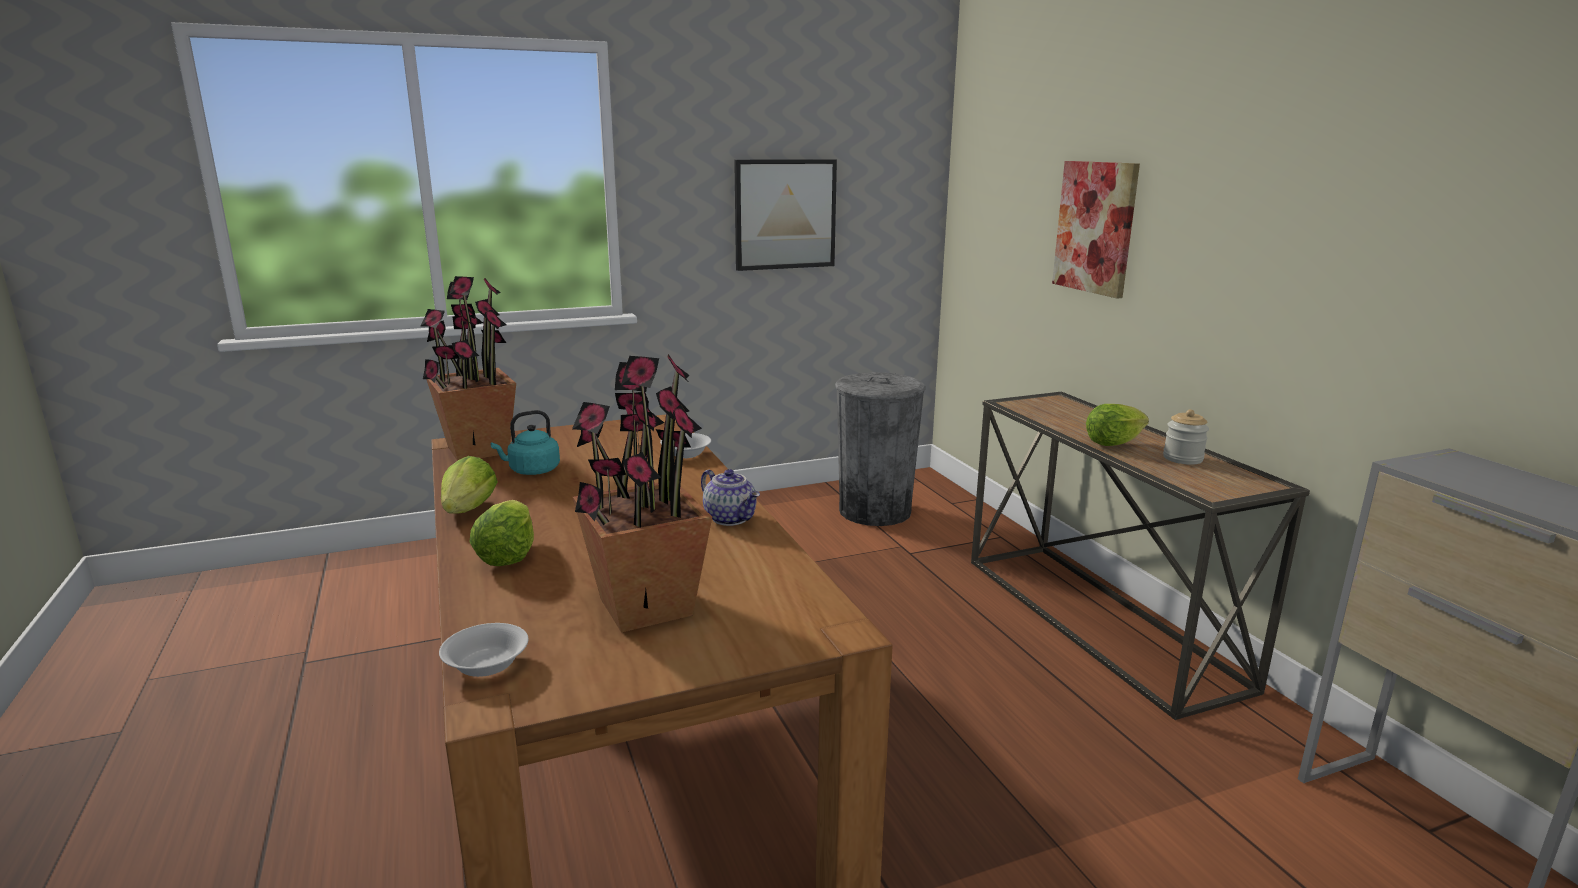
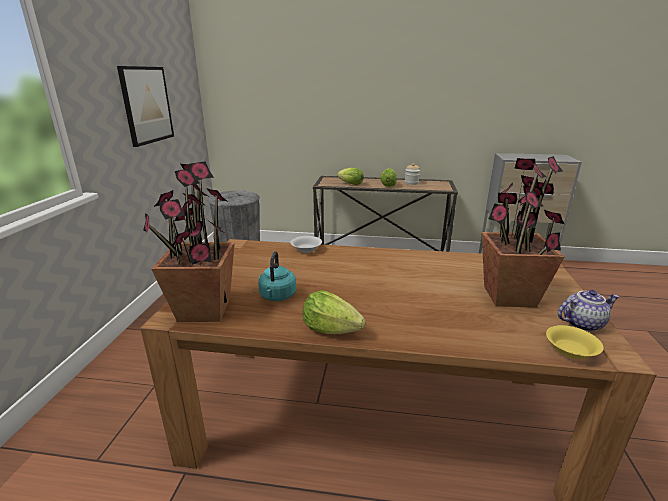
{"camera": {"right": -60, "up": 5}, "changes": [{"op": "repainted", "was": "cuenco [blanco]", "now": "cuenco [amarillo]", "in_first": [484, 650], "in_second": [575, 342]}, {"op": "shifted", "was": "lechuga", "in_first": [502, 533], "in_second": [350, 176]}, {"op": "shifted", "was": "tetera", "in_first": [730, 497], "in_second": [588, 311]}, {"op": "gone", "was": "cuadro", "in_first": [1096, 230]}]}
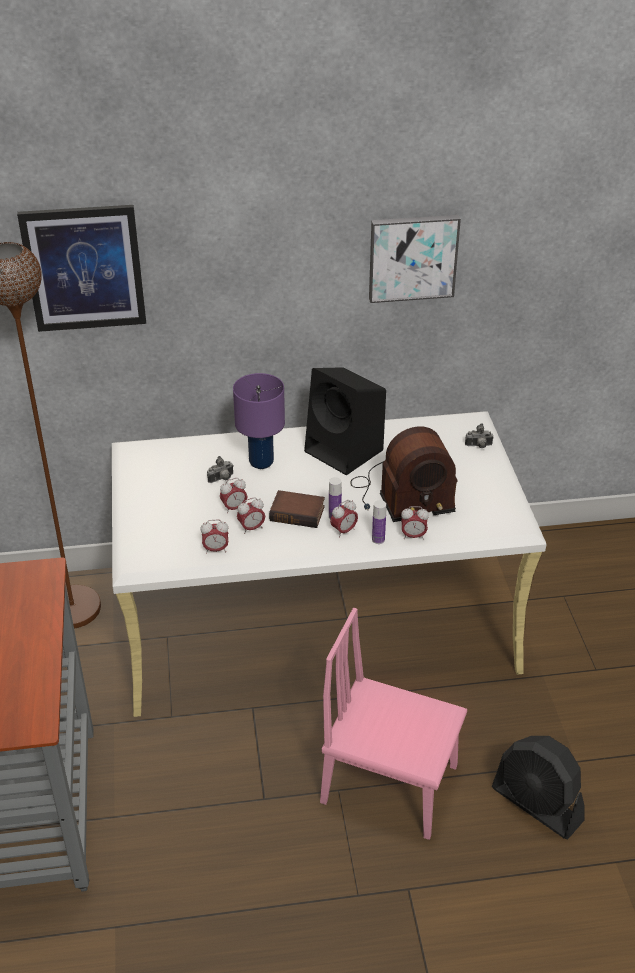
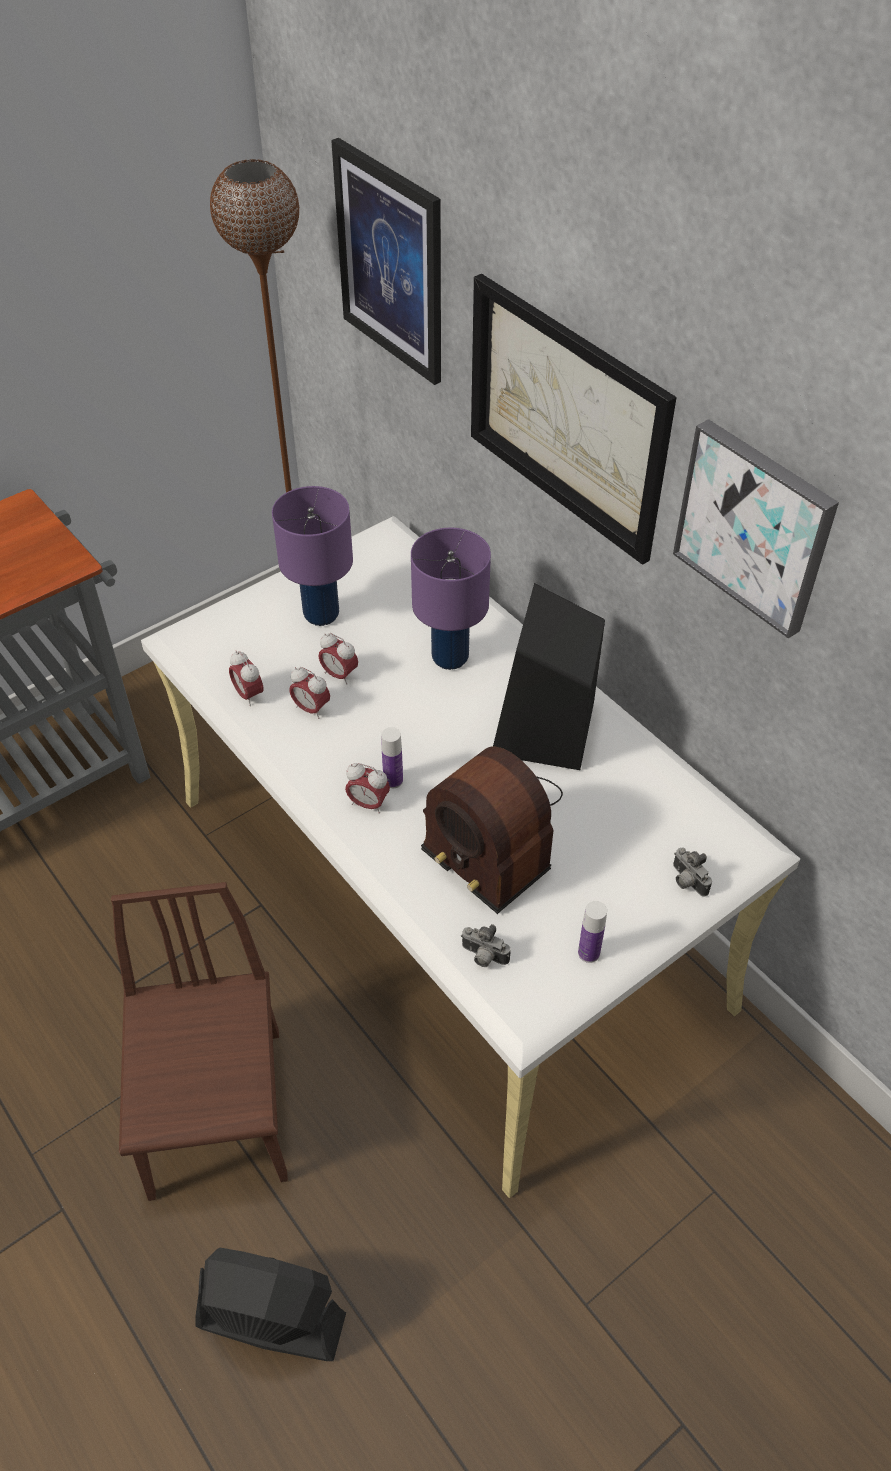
{"camera": {"right": 60, "up": 10}, "changes": [{"op": "shifted", "was": "cámara", "in_first": [220, 469], "in_second": [486, 945]}, {"op": "gone", "was": "libro", "in_first": [297, 509]}, {"op": "repainted", "was": "silla [rosa]", "now": "silla [marrón]", "in_first": [393, 724], "in_second": [199, 1041]}, {"op": "shifted", "was": "botella", "in_first": [379, 522], "in_second": [592, 932]}, {"op": "gone", "was": "despertador", "in_first": [415, 523]}, {"op": "rotated", "was": "ventilador [negro]", "in_first": [538, 787], "in_second": [270, 1304], "clockwise": 90}, {"op": "new", "now": "lámpara de mesa [morado]", "in_second": [312, 556]}, {"op": "new", "now": "cuadro", "in_second": [574, 419]}]}
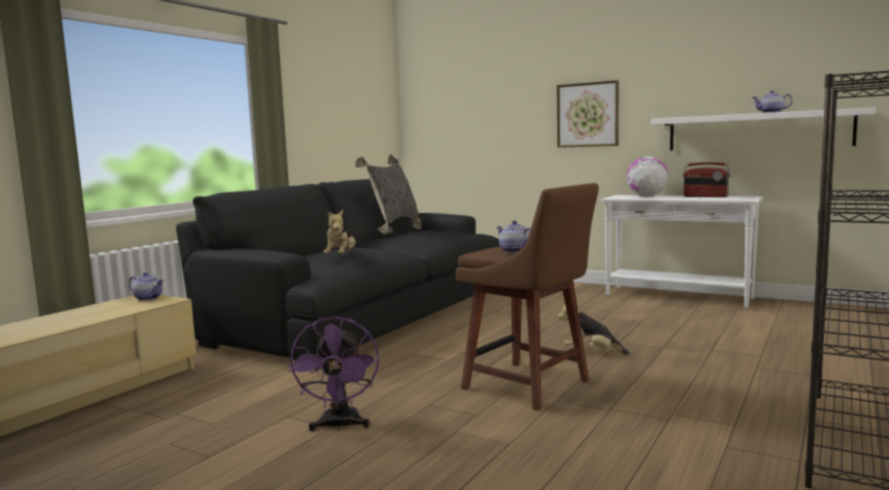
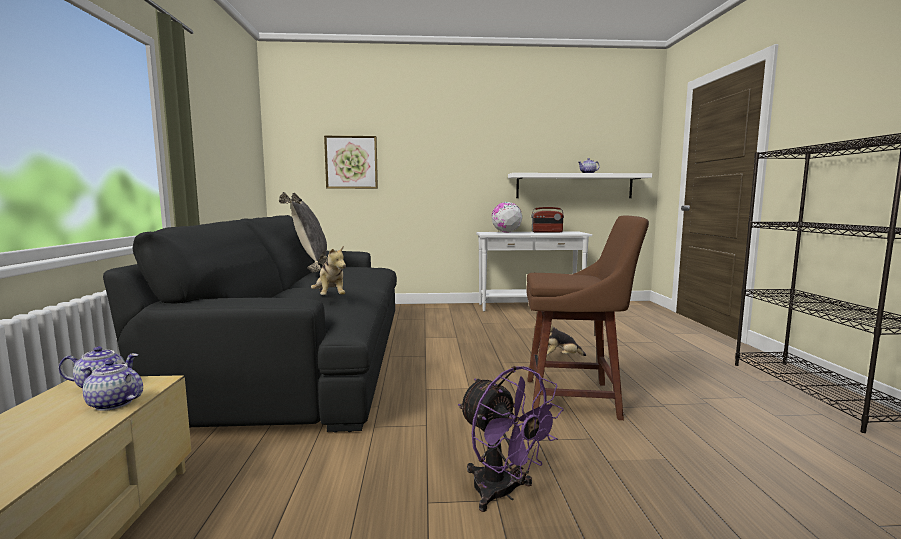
{"camera": {"right": -35, "up": 0}, "changes": [{"op": "shifted", "was": "tetera", "in_first": [513, 237], "in_second": [111, 385]}, {"op": "shifted", "was": "cuadro", "in_first": [588, 114], "in_second": [351, 162]}]}
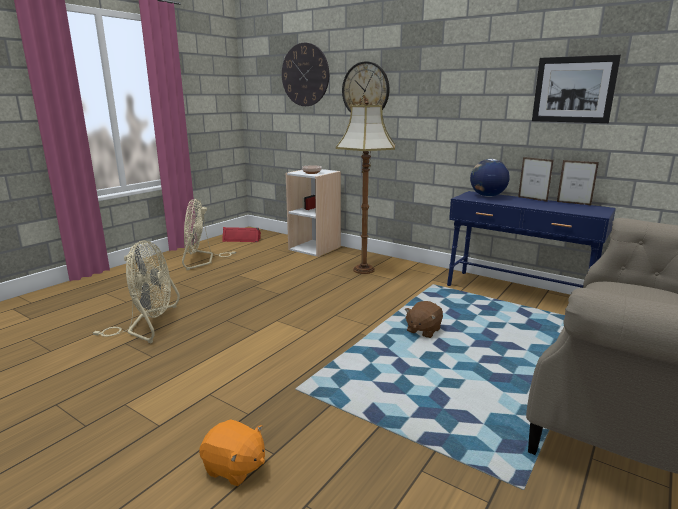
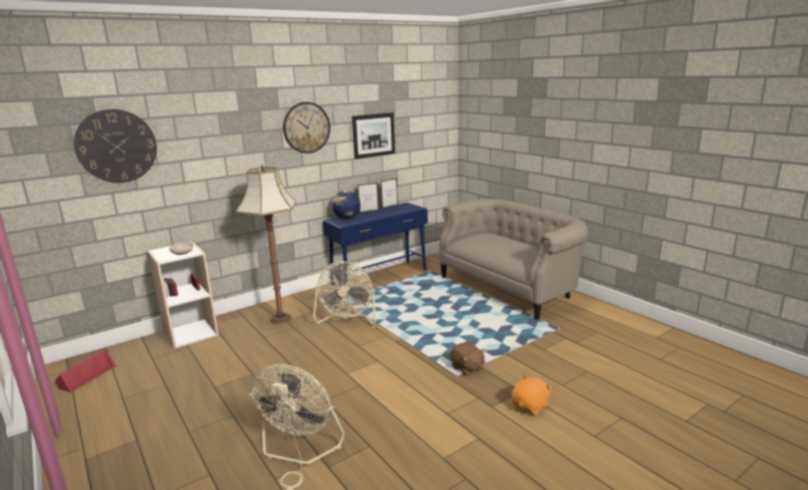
{"camera": {"right": -70, "up": 0}, "changes": [{"op": "shifted", "was": "ventilador [beis]", "in_first": [209, 235], "in_second": [344, 294]}, {"op": "shifted", "was": "reloj de pared", "in_first": [366, 87], "in_second": [306, 127]}, {"op": "shifted", "was": "peluche [marrón]", "in_first": [424, 319], "in_second": [467, 359]}]}
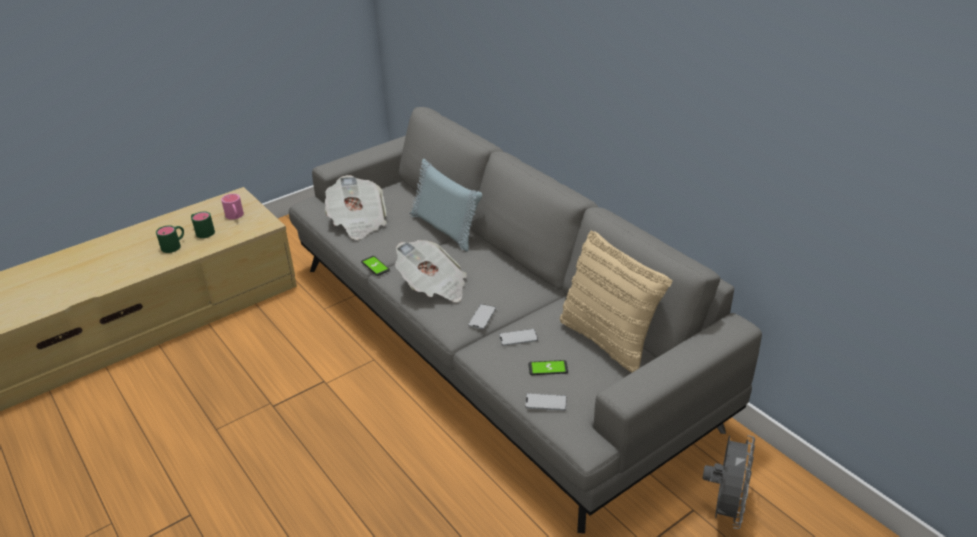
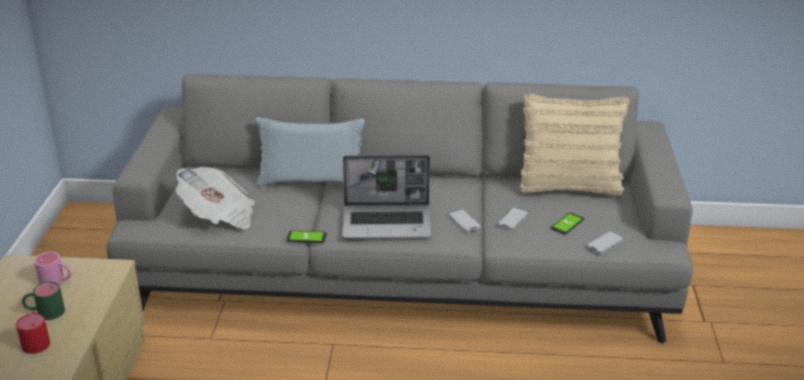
{"camera": {"right": -50, "up": -5}, "changes": [{"op": "repainted", "was": "taza grande [verde]", "now": "taza grande [rojo]", "in_first": [170, 239], "in_second": [33, 333]}, {"op": "swapped", "was": "periódico", "now": "portátil", "in_first": [431, 271], "in_second": [387, 196]}, {"op": "gone", "was": "ventilador [gris]", "in_first": [729, 482]}]}
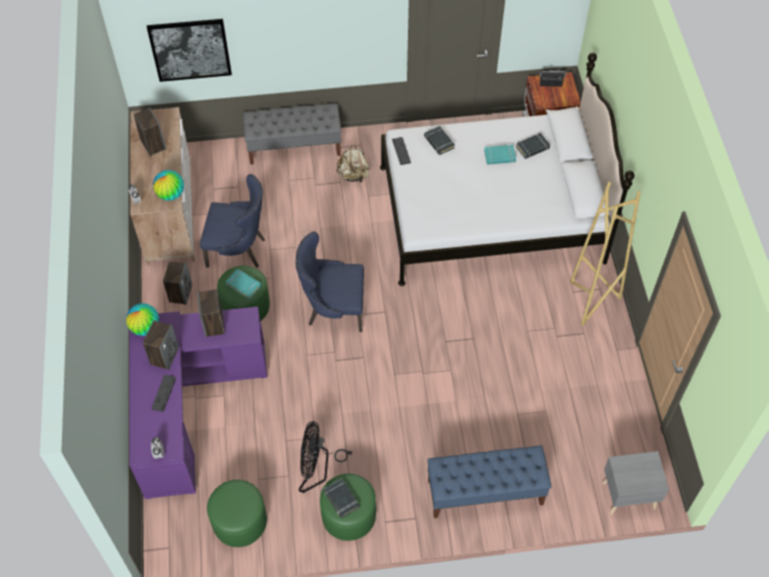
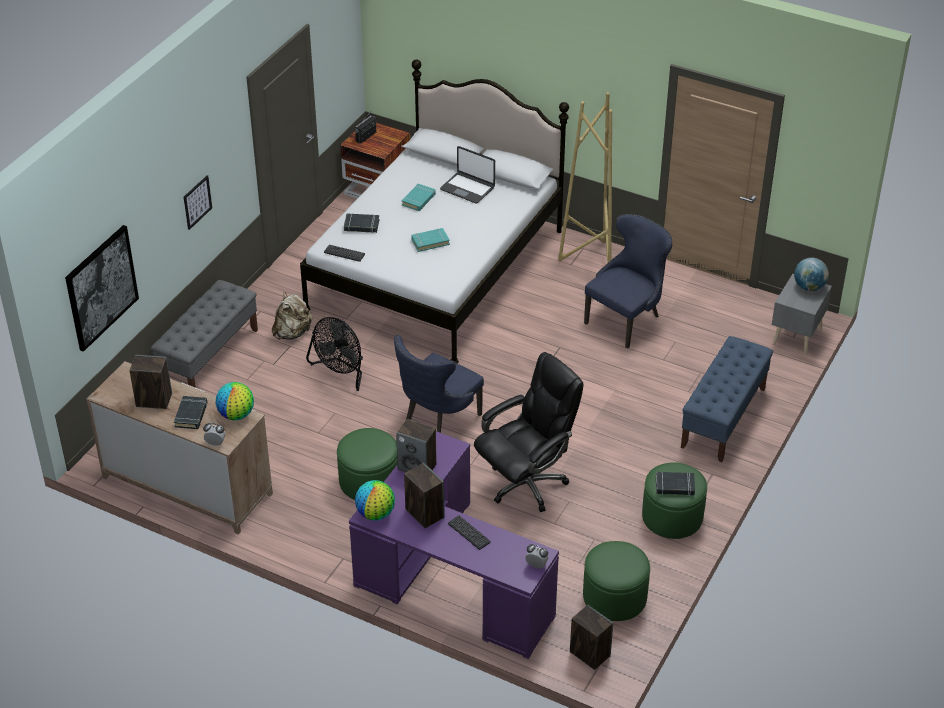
{"camera": {"right": -55, "up": -15}, "changes": [{"op": "shifted", "was": "altavoz", "in_first": [177, 283], "in_second": [591, 637]}, {"op": "shifted", "was": "silla [azul]", "in_first": [232, 221], "in_second": [628, 281]}, {"op": "shifted", "was": "libro [turquesa]", "in_first": [243, 284], "in_second": [430, 240]}, {"op": "shifted", "was": "ventilador [negro]", "in_first": [325, 457], "in_second": [334, 354]}, {"op": "shifted", "was": "libro [negro]", "in_first": [533, 146], "in_second": [190, 412]}, {"op": "new", "now": "cuadro", "in_second": [198, 202]}, {"op": "new", "now": "portátil", "in_second": [467, 174]}, {"op": "new", "now": "silla de oficina [negro]", "in_second": [528, 432]}, {"op": "new", "now": "globo terráqueo", "in_second": [811, 274]}]}
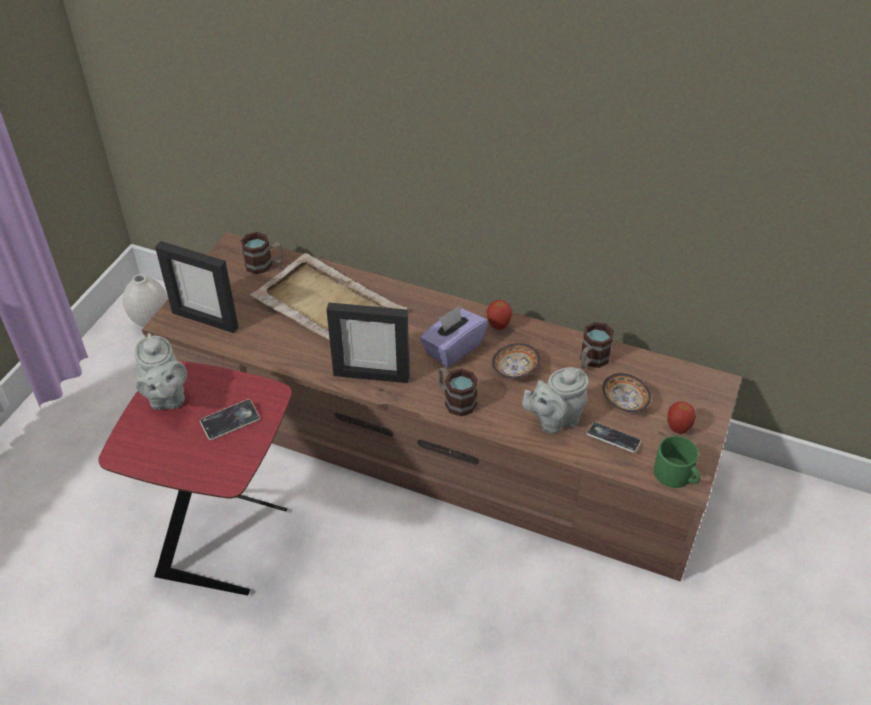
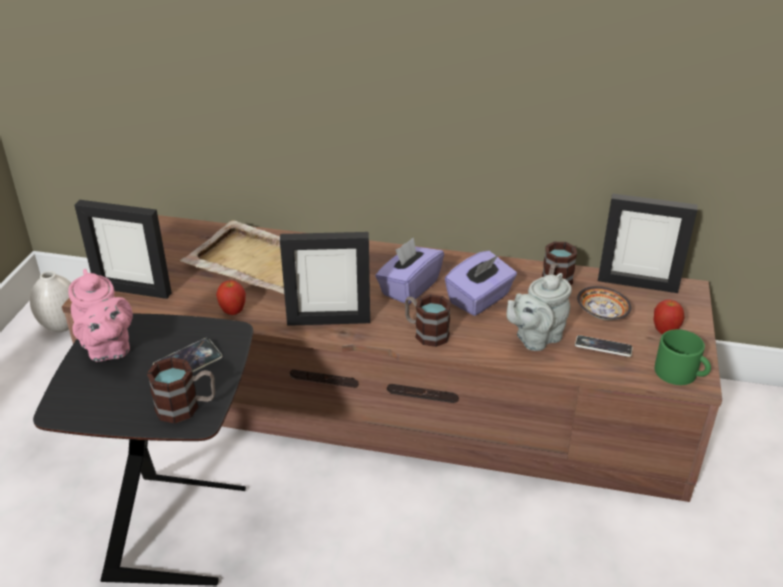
{"camera": {"right": -10, "up": -10}, "changes": [{"op": "repainted", "was": "mesa auxiliar [rojo]", "now": "mesa auxiliar [negro]", "in_first": [195, 478], "in_second": [143, 450]}, {"op": "repainted", "was": "tetera [gris]", "now": "tetera [rosa]", "in_first": [161, 371], "in_second": [100, 315]}, {"op": "shifted", "was": "taza grande", "in_first": [261, 253], "in_second": [181, 390]}, {"op": "shifted", "was": "manzana", "in_first": [499, 315], "in_second": [231, 297]}, {"op": "swapped", "was": "cuenco", "now": "caja de pañuelos [morado]", "in_first": [516, 360], "in_second": [481, 283]}, {"op": "new", "now": "portarretratos", "in_second": [647, 243]}]}
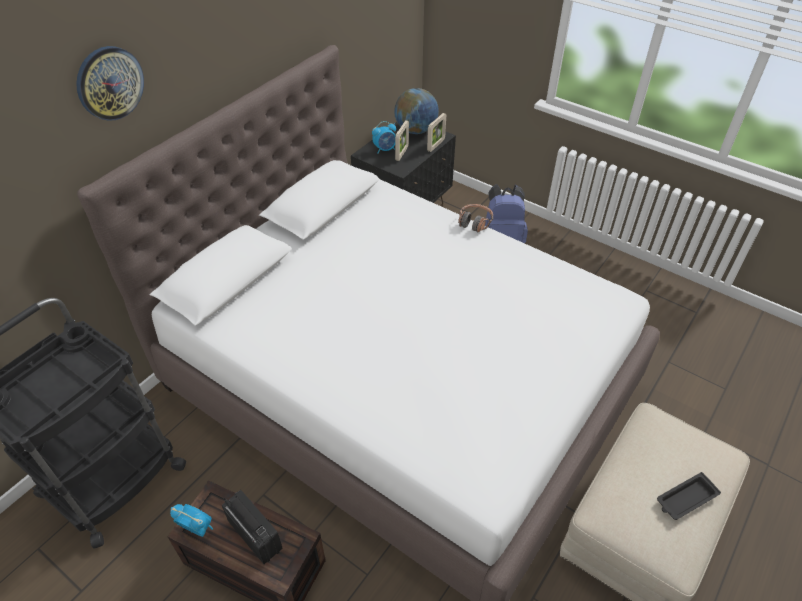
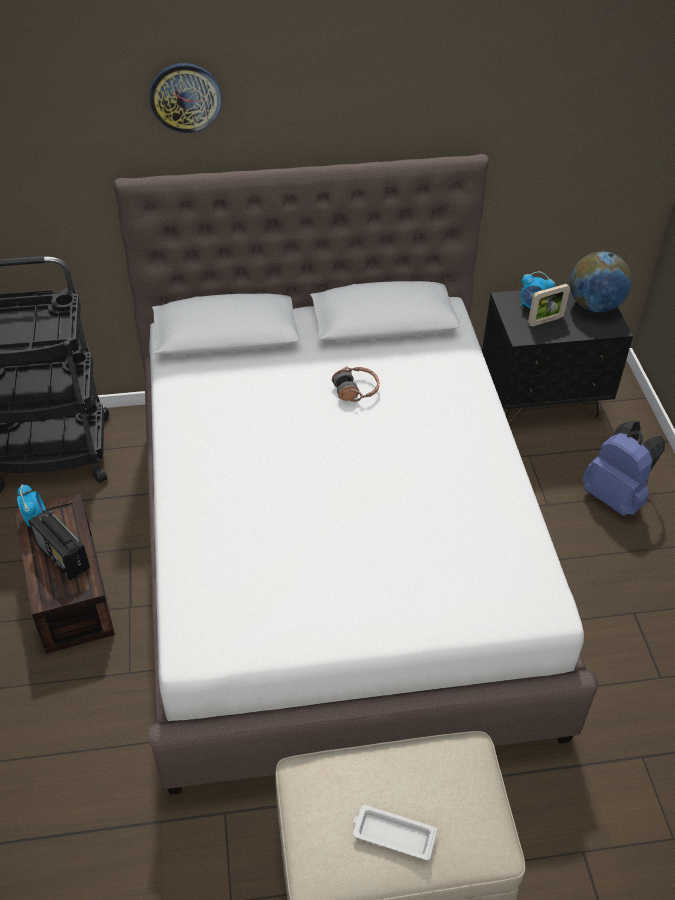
{"camera": {"right": 45, "up": 0}, "changes": [{"op": "rotated", "was": "radio", "in_first": [252, 527], "in_second": [59, 544], "clockwise": 135}, {"op": "gone", "was": "portarretratos", "in_first": [436, 132]}, {"op": "shifted", "was": "auriculares", "in_first": [475, 218], "in_second": [355, 384]}, {"op": "repainted", "was": "bandeja [negro]", "now": "bandeja [blanco]", "in_first": [689, 496], "in_second": [395, 832]}]}
